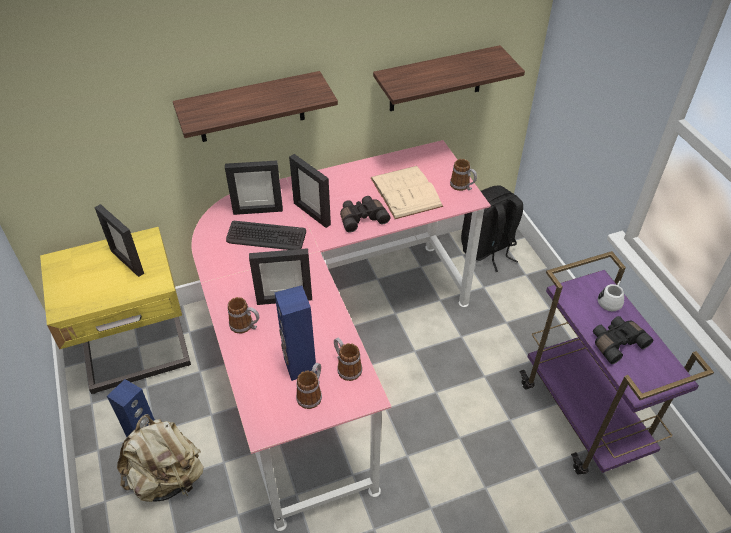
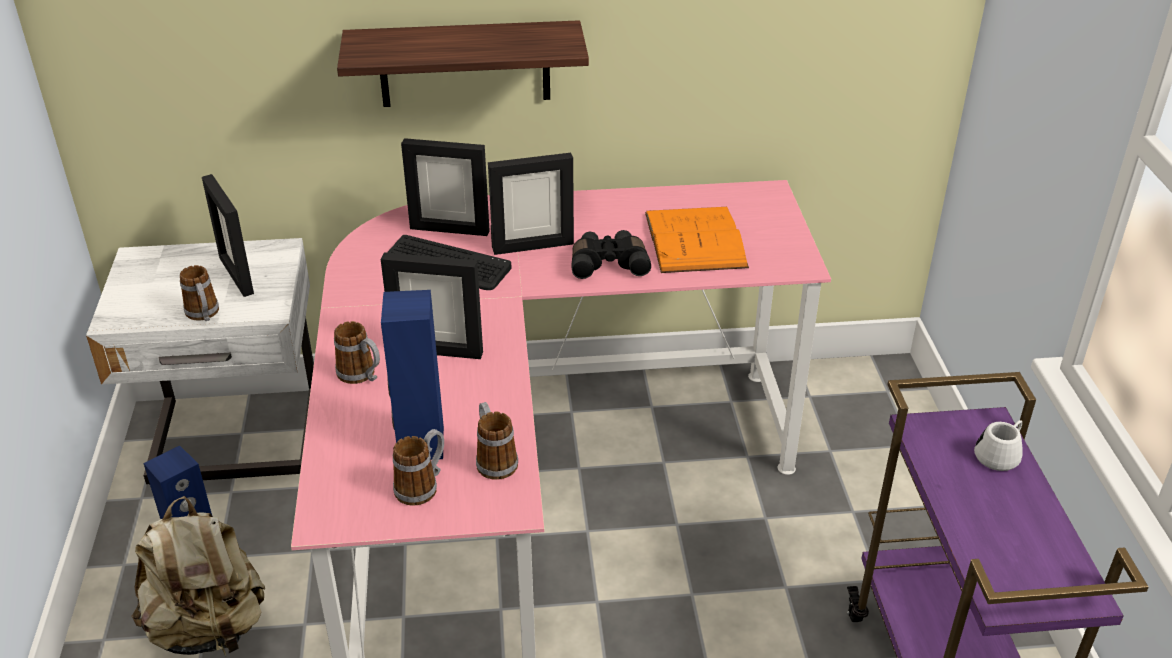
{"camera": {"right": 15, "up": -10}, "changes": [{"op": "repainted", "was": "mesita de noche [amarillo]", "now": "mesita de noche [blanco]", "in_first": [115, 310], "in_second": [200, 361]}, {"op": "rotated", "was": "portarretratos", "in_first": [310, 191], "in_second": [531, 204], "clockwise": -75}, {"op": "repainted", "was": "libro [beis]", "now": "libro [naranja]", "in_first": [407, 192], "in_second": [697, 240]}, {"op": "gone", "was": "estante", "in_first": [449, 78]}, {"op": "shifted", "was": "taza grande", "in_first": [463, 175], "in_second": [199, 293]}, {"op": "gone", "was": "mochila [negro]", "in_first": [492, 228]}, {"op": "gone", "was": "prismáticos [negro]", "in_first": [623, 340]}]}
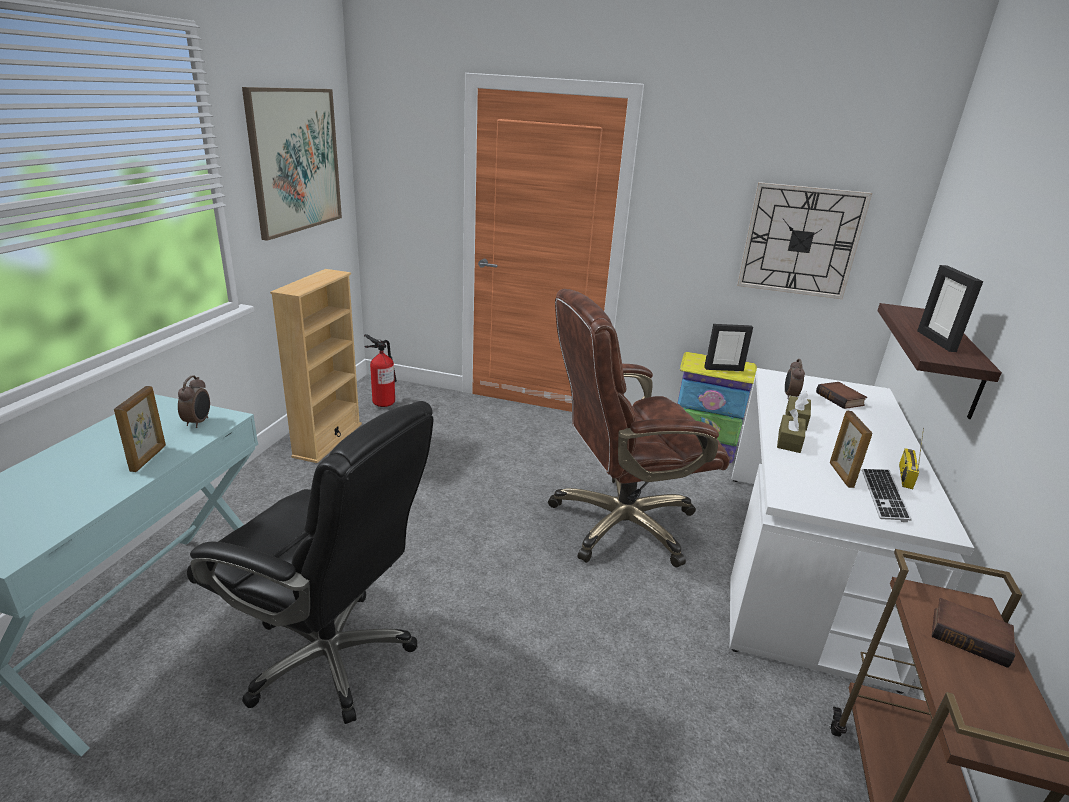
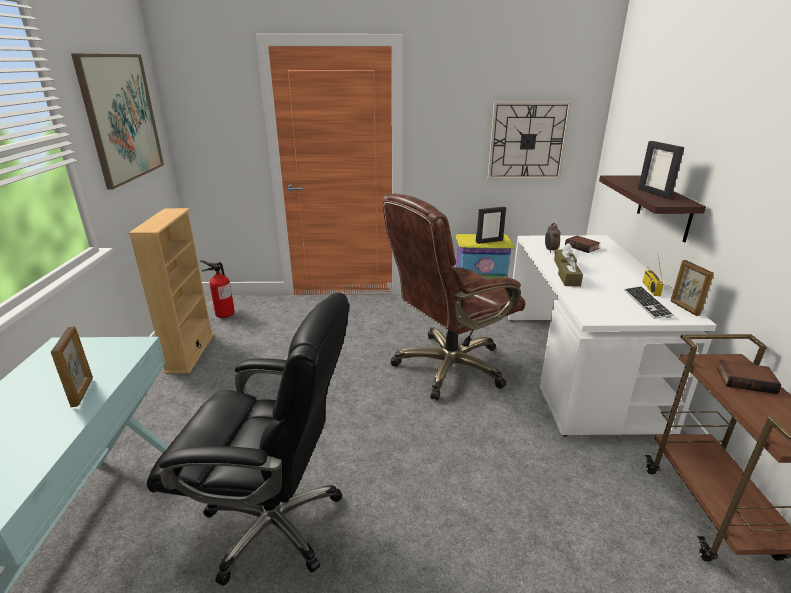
{"camera": {"right": -15, "up": 0}, "changes": [{"op": "gone", "was": "despertador", "in_first": [194, 401]}, {"op": "shifted", "was": "portarretratos", "in_first": [851, 449], "in_second": [692, 288]}]}
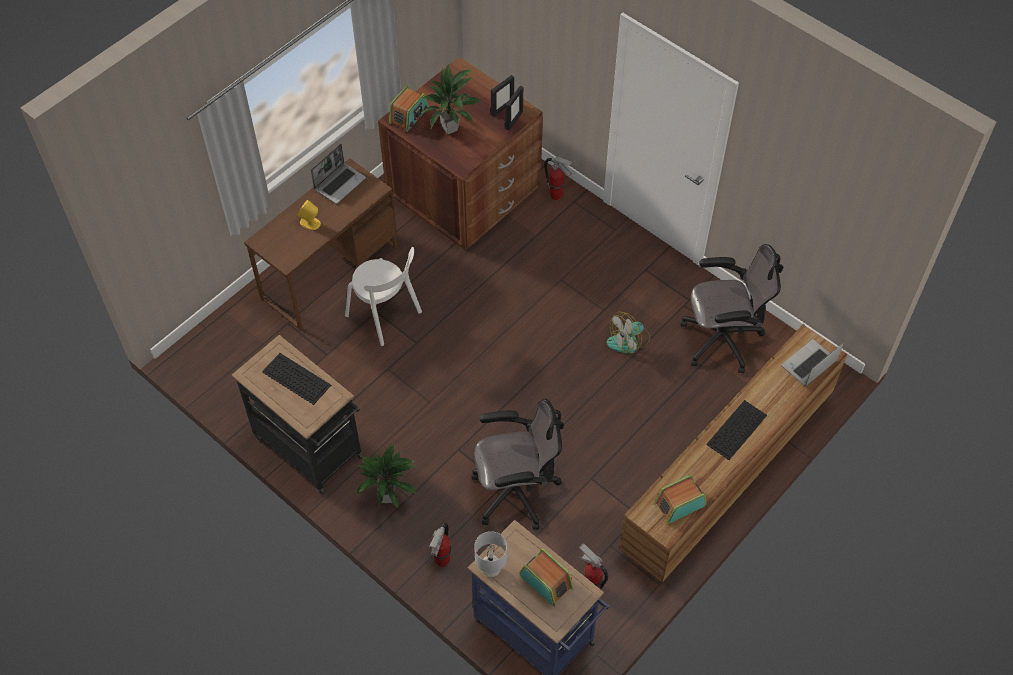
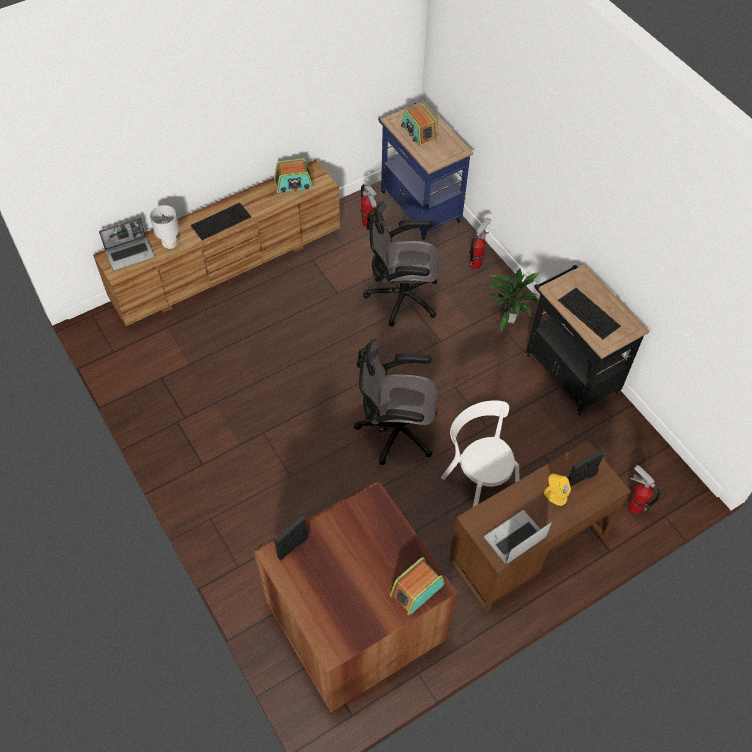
{"camera": {"right": -165, "up": 0}, "changes": [{"op": "gone", "was": "planta en maceta", "in_first": [452, 99]}, {"op": "shifted", "was": "lámpara de mesa [gris]", "in_first": [490, 554], "in_second": [164, 227]}, {"op": "shifted", "was": "portarretratos", "in_first": [502, 96], "in_second": [586, 468]}, {"op": "shifted", "was": "extintor", "in_first": [558, 178], "in_second": [644, 489]}, {"op": "gone", "was": "ventilador", "in_first": [629, 332]}, {"op": "shifted", "was": "silla de oficina", "in_first": [732, 308], "in_second": [396, 402]}]}
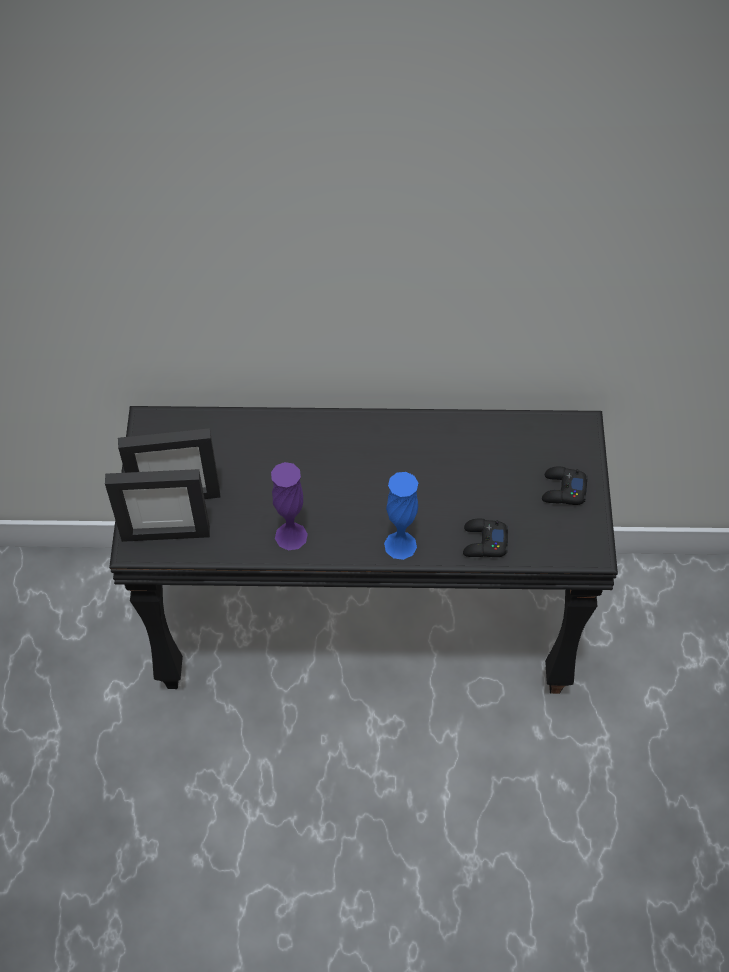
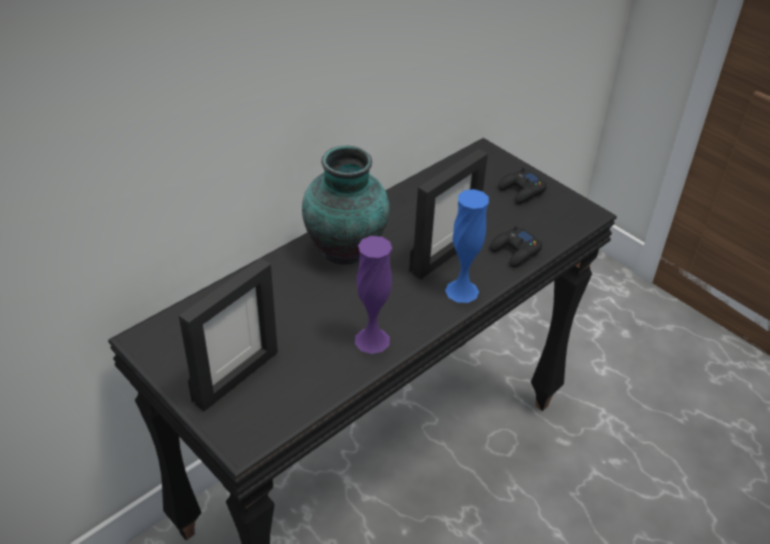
{"camera": {"right": -45, "up": -15}, "changes": [{"op": "shifted", "was": "portarretratos", "in_first": [157, 505], "in_second": [448, 214]}, {"op": "new", "now": "florero", "in_second": [346, 205]}]}
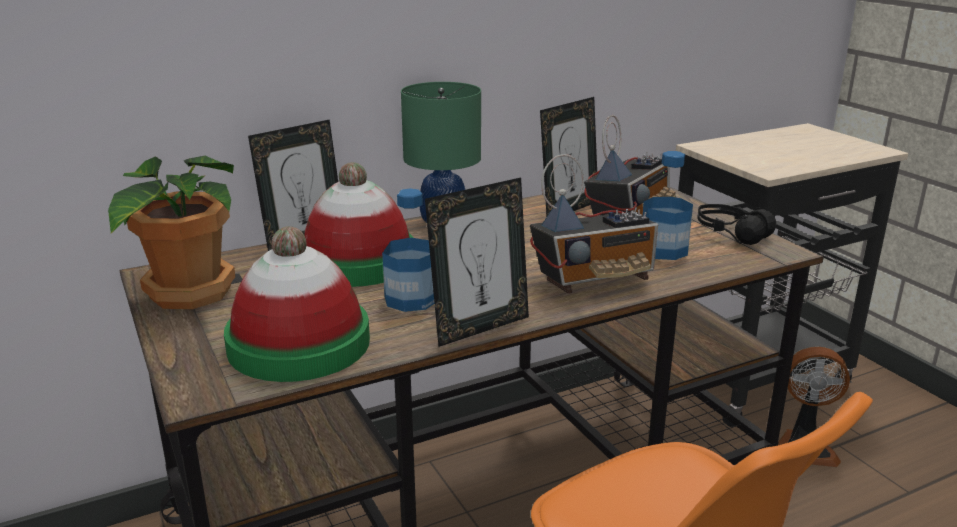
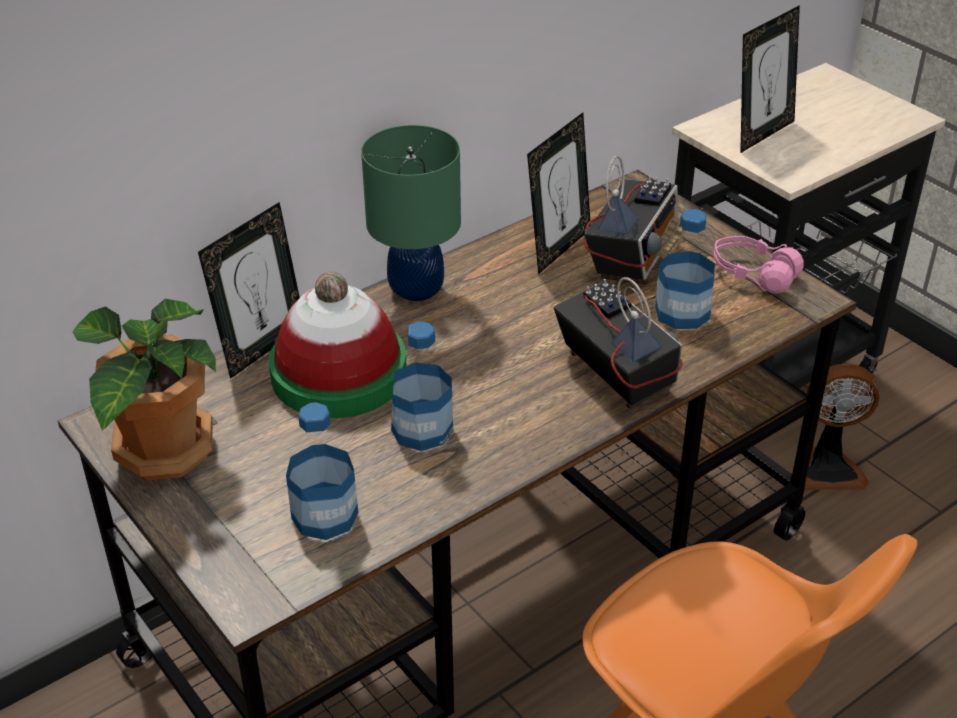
{"camera": {"right": -10, "up": 15}, "changes": [{"op": "swapped", "was": "sombrero", "now": "botella", "in_first": [297, 304], "in_second": [322, 471]}, {"op": "shifted", "was": "portarretratos", "in_first": [477, 262], "in_second": [770, 79]}, {"op": "rotated", "was": "radio", "in_first": [594, 224], "in_second": [618, 343], "clockwise": -90}, {"op": "repainted", "was": "auriculares [negro]", "now": "auriculares [rosa]", "in_first": [736, 224], "in_second": [758, 265]}]}
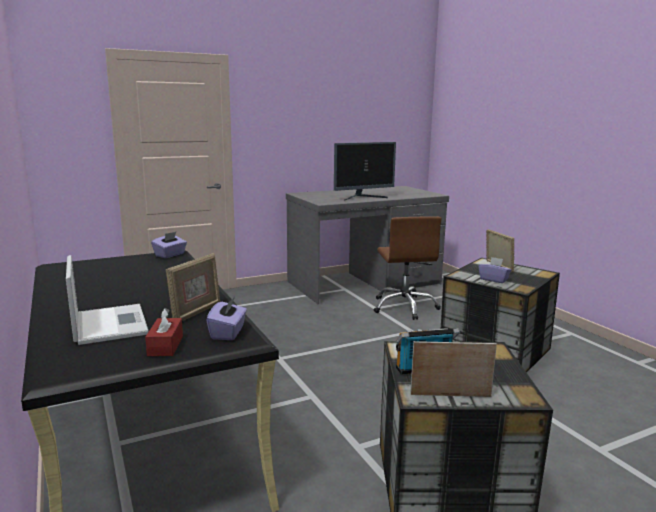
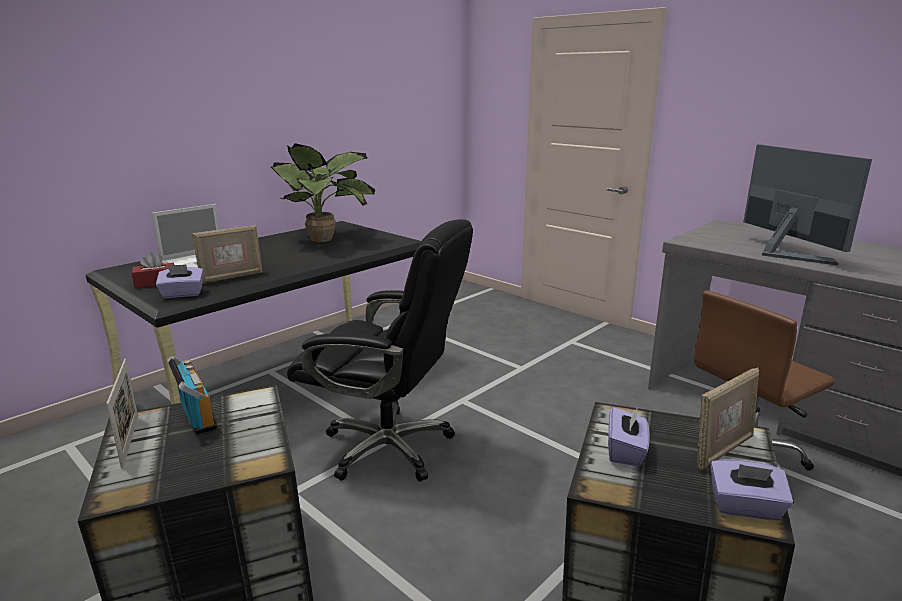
{"camera": {"right": 70, "up": 5}, "changes": [{"op": "shifted", "was": "caja de pañuelos [morado]", "in_first": [169, 245], "in_second": [751, 490]}, {"op": "rotated", "was": "portarretratos", "in_first": [193, 287], "in_second": [227, 254], "clockwise": -45}, {"op": "rotated", "was": "monitor", "in_first": [365, 171], "in_second": [807, 204], "clockwise": -150}, {"op": "new", "now": "planta en maceta", "in_second": [322, 192]}, {"op": "new", "now": "silla de oficina [negro]", "in_second": [380, 350]}]}
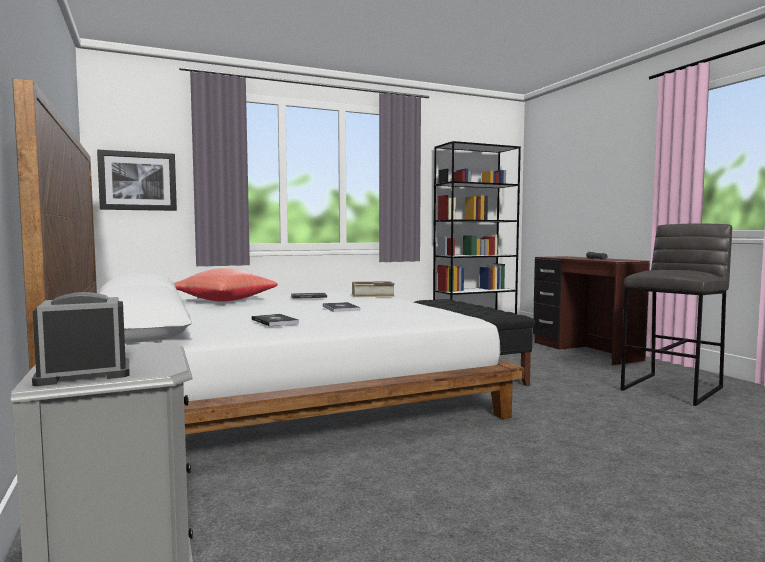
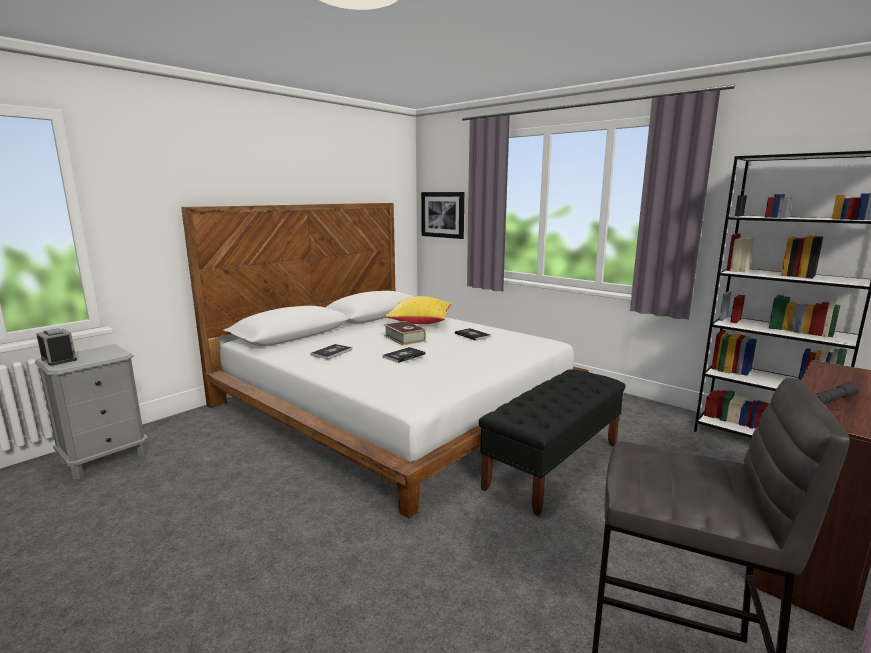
{"camera": {"right": 65, "up": 10}, "changes": [{"op": "repainted", "was": "cojín [rojo]", "now": "cojín [amarillo]", "in_first": [226, 285], "in_second": [418, 310]}, {"op": "shifted", "was": "libro", "in_first": [373, 289], "in_second": [405, 333]}]}
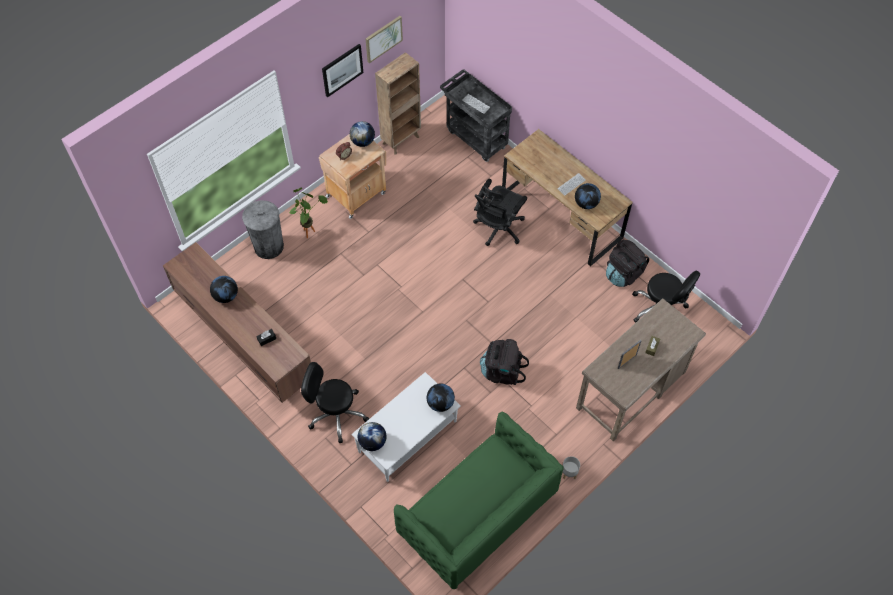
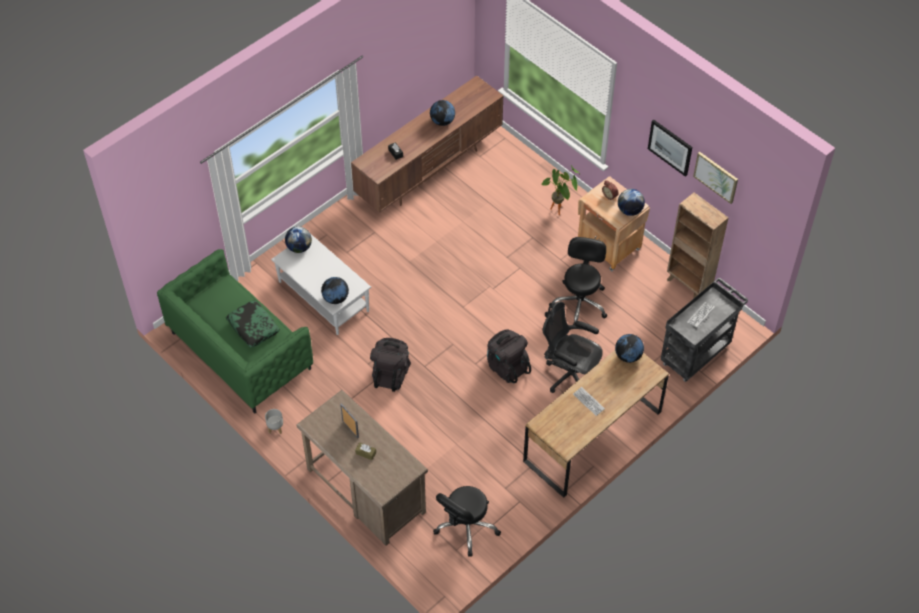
{"camera": {"right": 90, "up": -5}, "changes": [{"op": "gone", "was": "papelera [gris]", "in_first": [263, 229]}, {"op": "shifted", "was": "silla de oficina [negro]", "in_first": [335, 402], "in_second": [578, 281]}, {"op": "shifted", "was": "globo terráqueo", "in_first": [588, 196], "in_second": [629, 348]}, {"op": "shifted", "was": "mochila [negro]", "in_first": [627, 263], "in_second": [509, 356]}, {"op": "new", "now": "cojín", "in_second": [253, 324]}]}
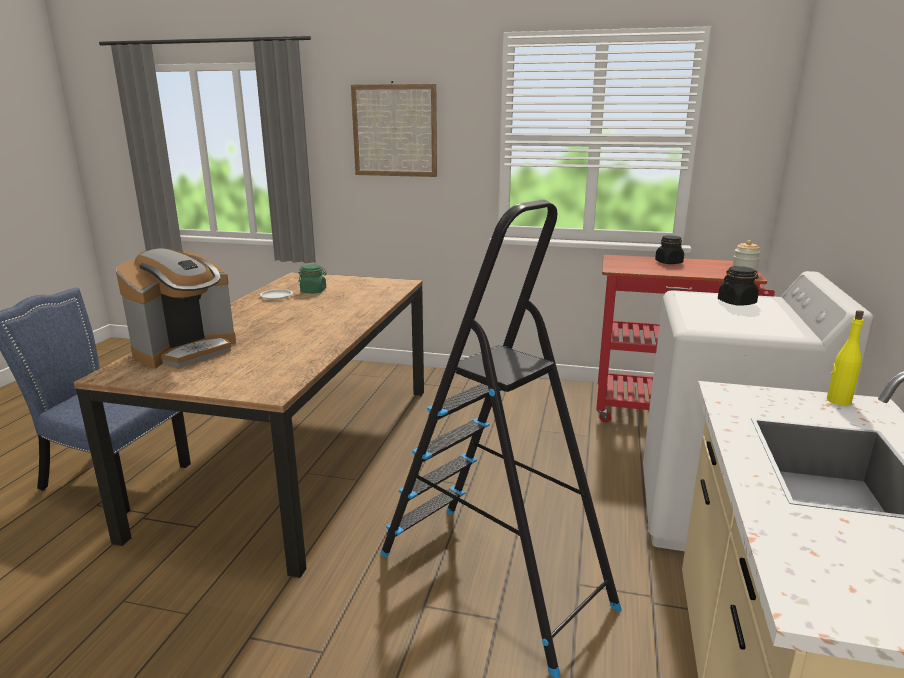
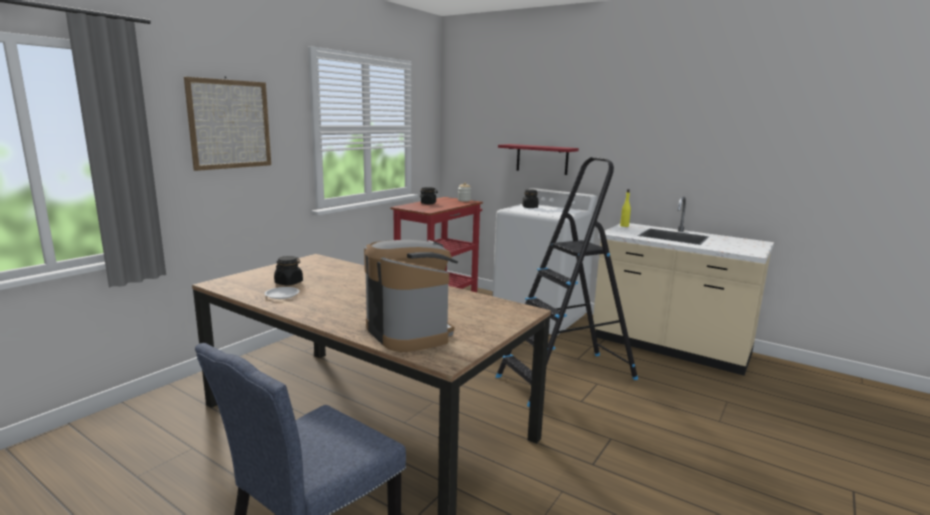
{"camera": {"right": -70, "up": -5}, "changes": [{"op": "repainted", "was": "tarro [verde]", "now": "tarro [negro]", "in_first": [312, 278], "in_second": [288, 271]}, {"op": "new", "now": "estante [rojo]", "in_second": [538, 159]}]}
